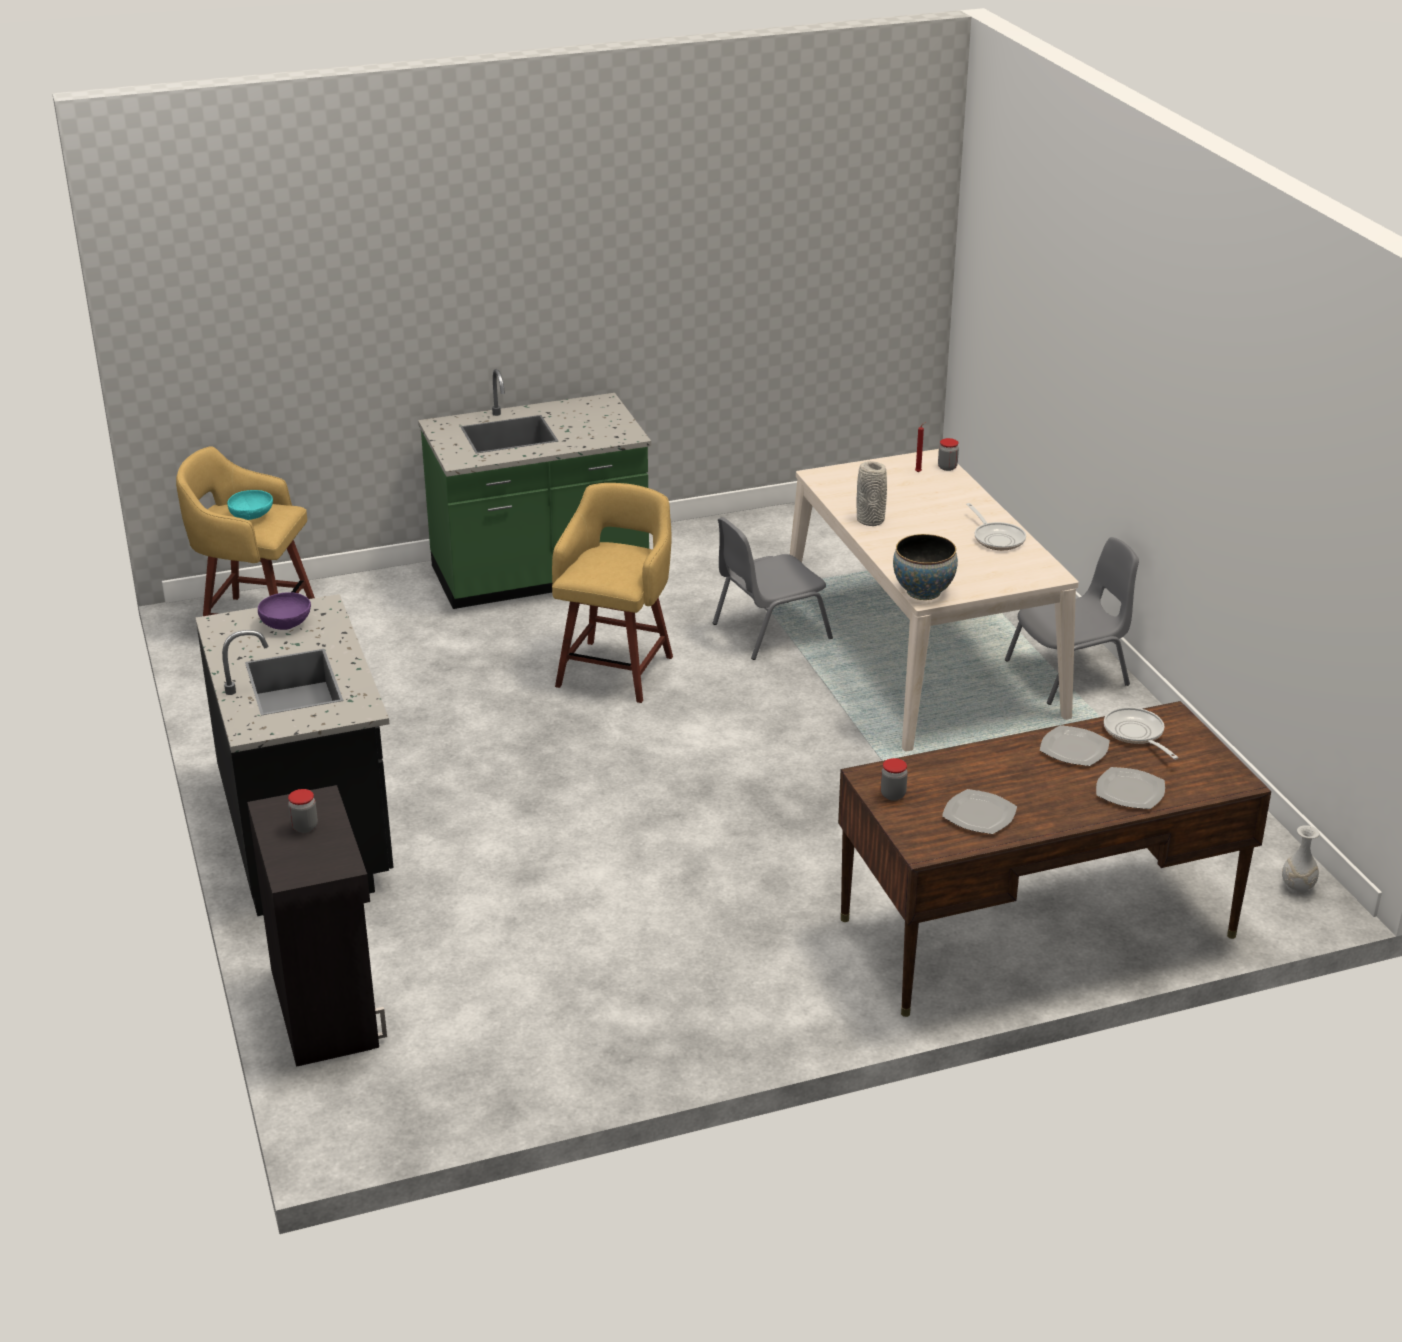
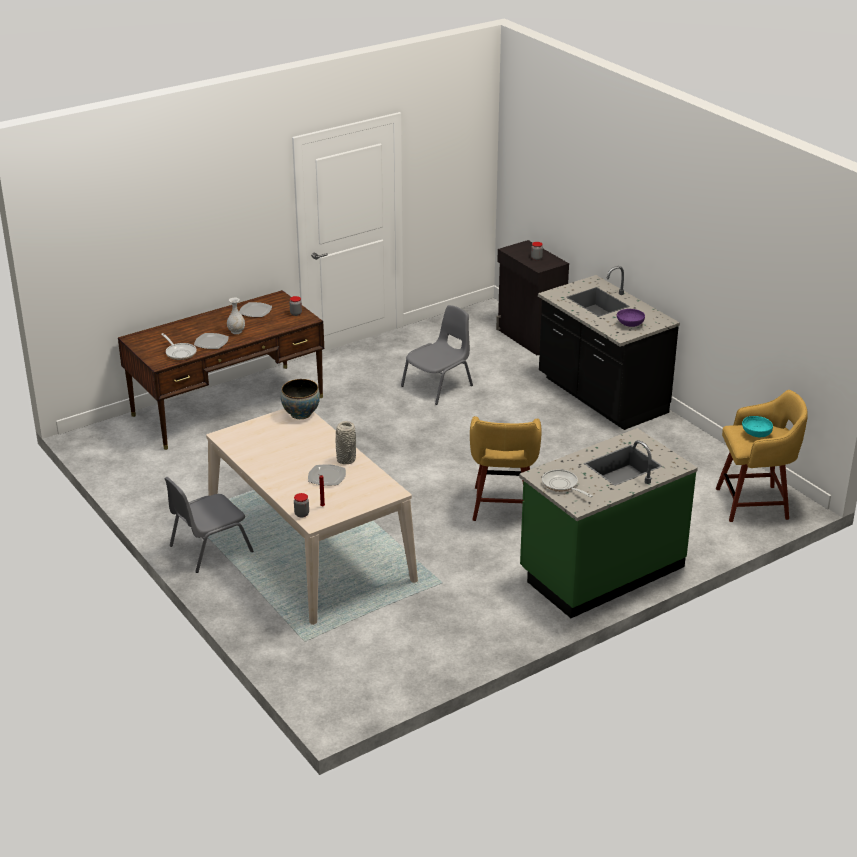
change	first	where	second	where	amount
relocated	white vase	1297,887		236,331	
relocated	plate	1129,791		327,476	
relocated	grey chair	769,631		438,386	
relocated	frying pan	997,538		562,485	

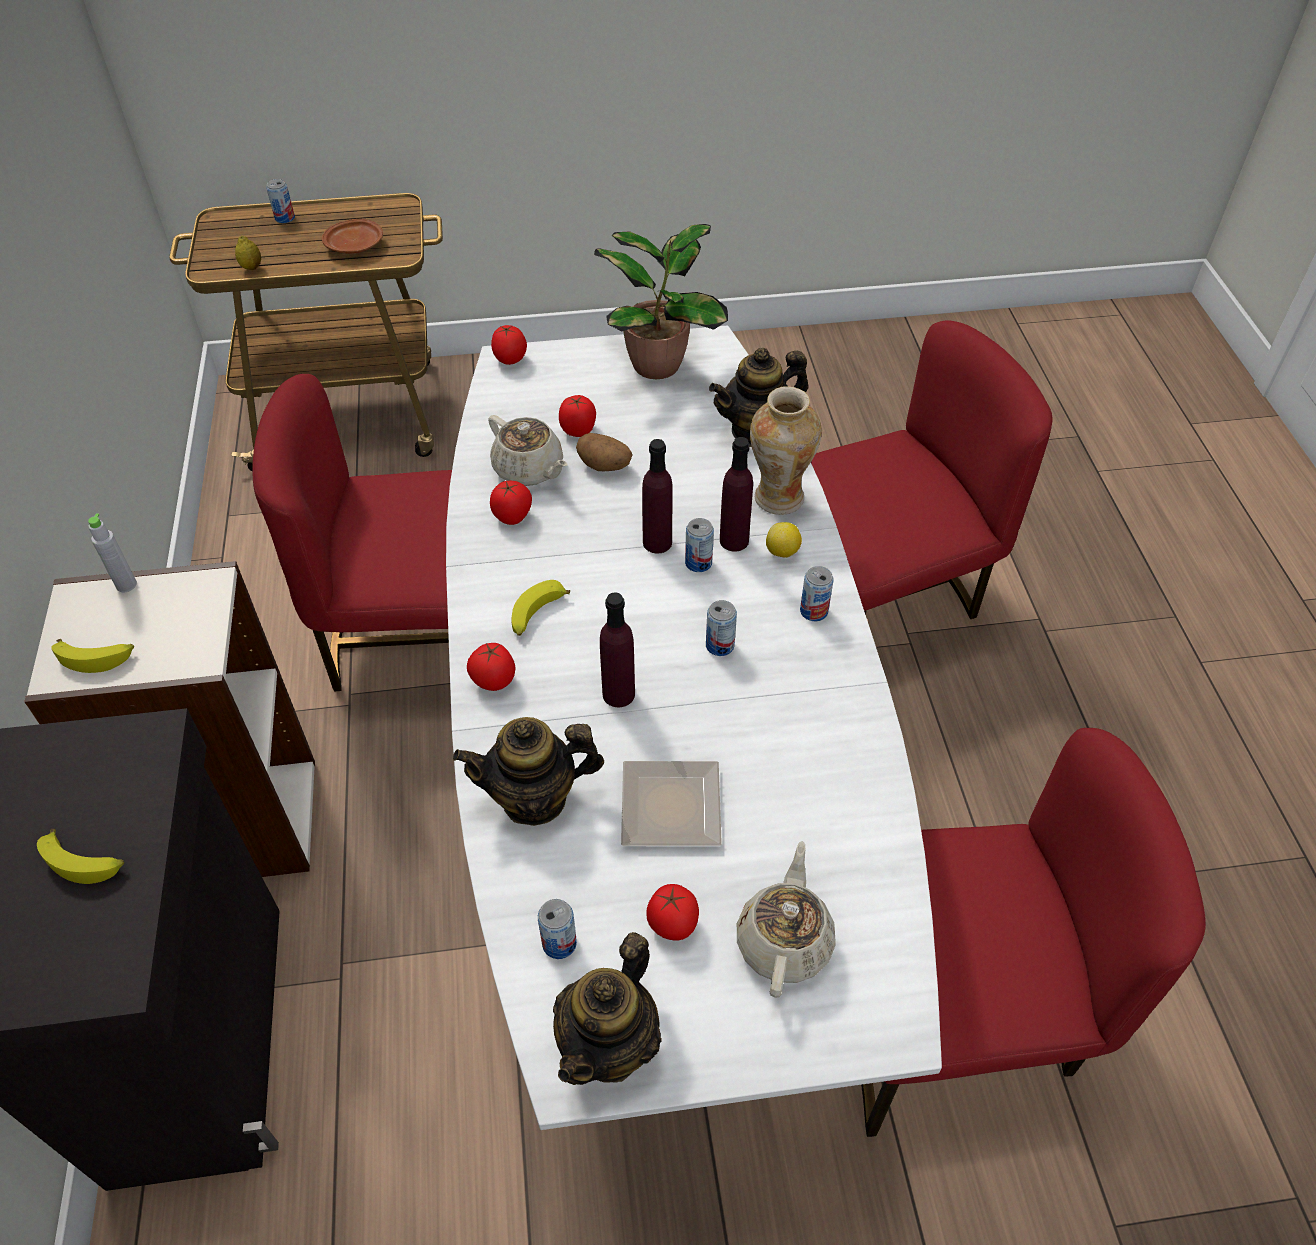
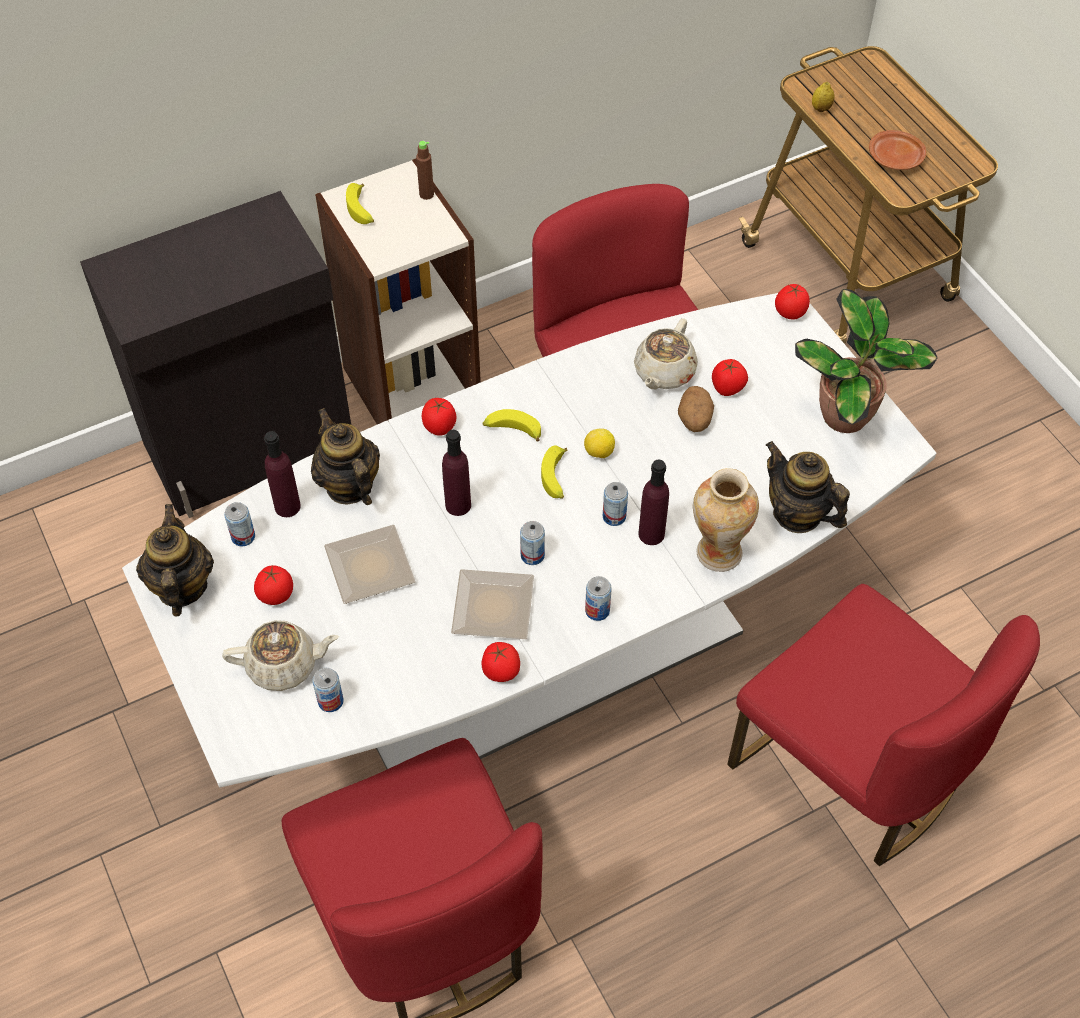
change	first	where	second	where	amount
spun	teapot	610,1044		181,587	75 degrees clockwise
relocated	purple bottle	657,542		287,506	
relocated	can	285,218		330,701	
colour	grey bottle	126,585	brown bottle	426,194	
appeared			plate	496,605	
relocated	tomato	513,517		501,672	
relocated	banana	85,862		556,478	
relocated	lemon	782,552		599,452	

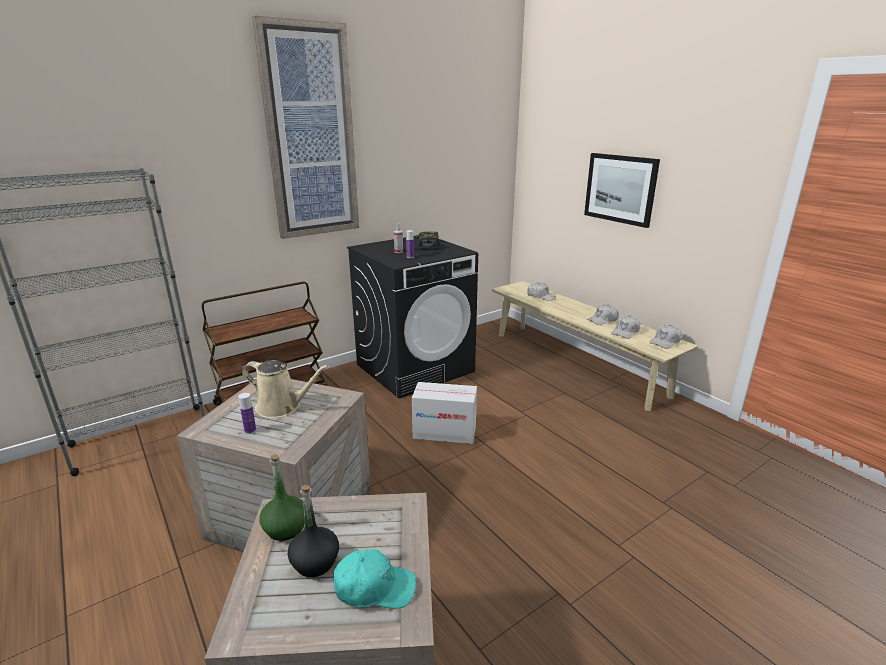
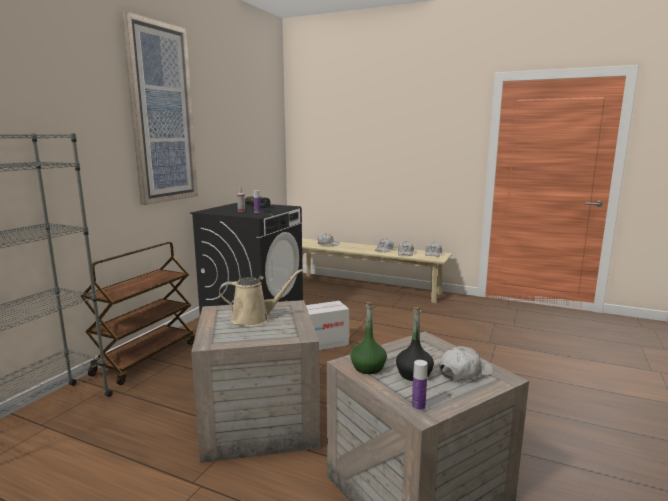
change	first	where	second	where	amount
relocated	bottle	250,430		418,407	
colour	turquoise cap	374,587	white cap	464,372	
missing	picture	620,189			

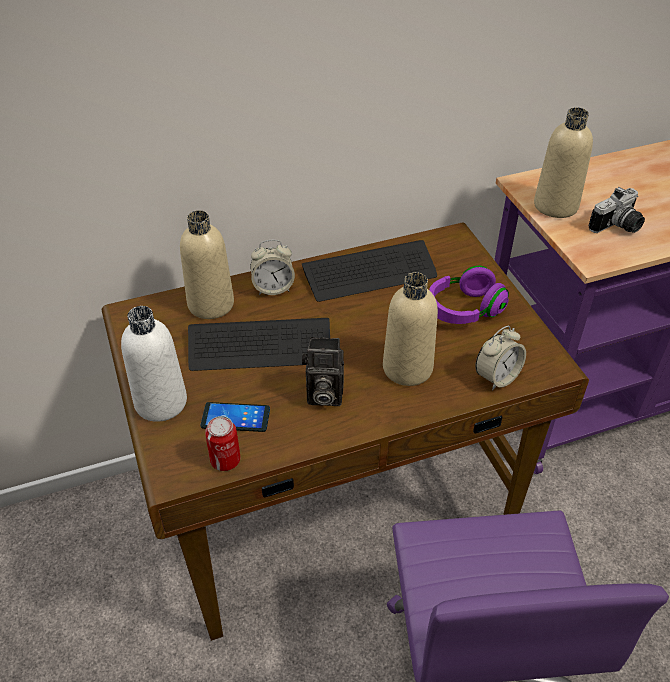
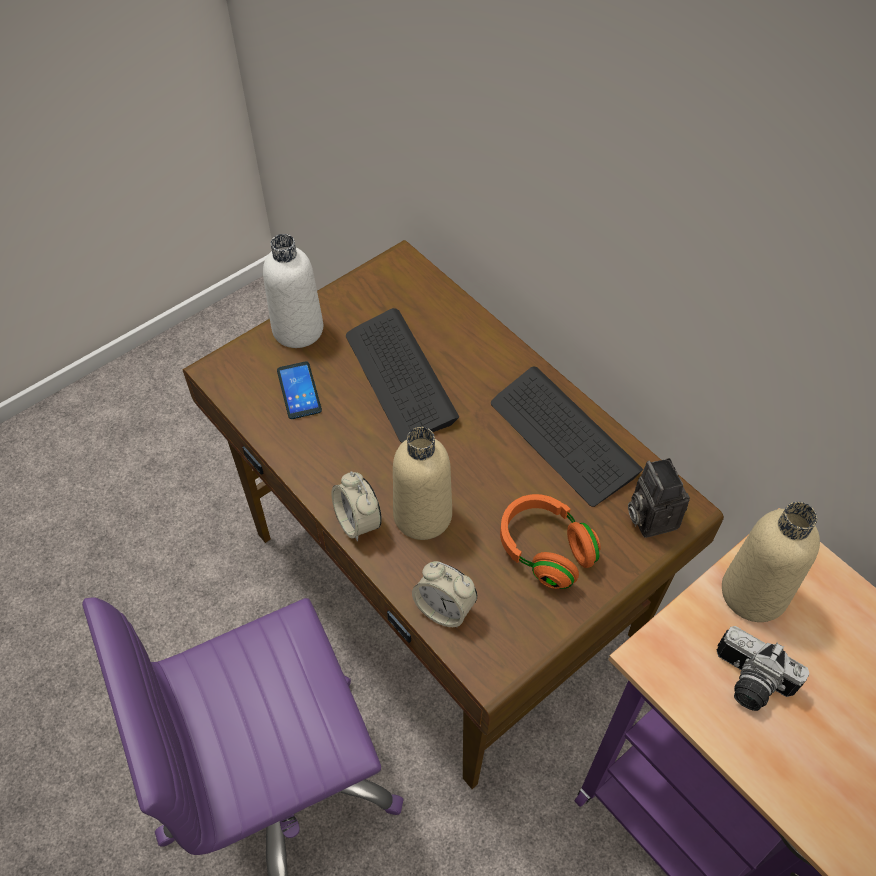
change	first	where	second	where	amount
relocated	alarm clock	273,288		358,522	
colour	purple headphones	464,310	orange headphones	545,549	
relocated	photo camera	322,395		649,516	
missing	beige bottle	211,304			
missing	can	225,460			

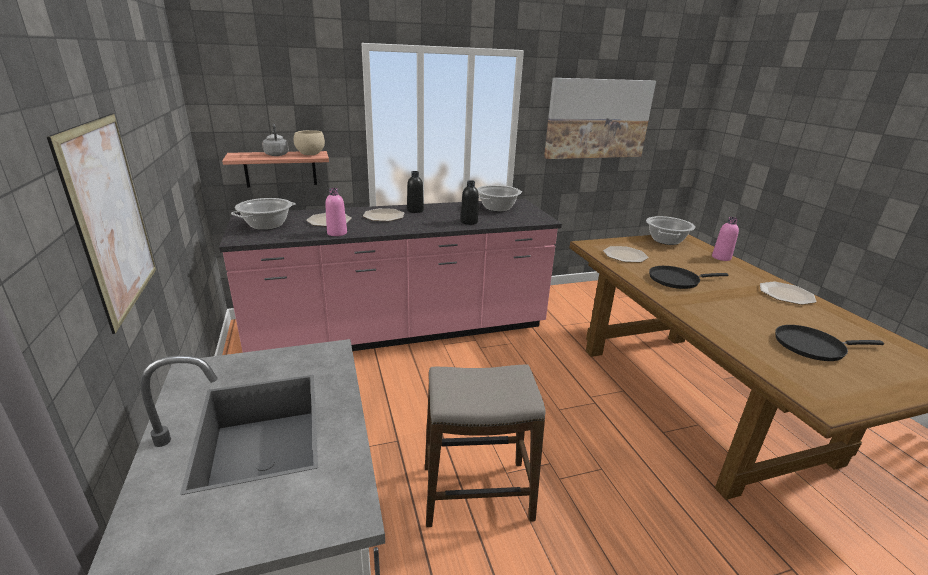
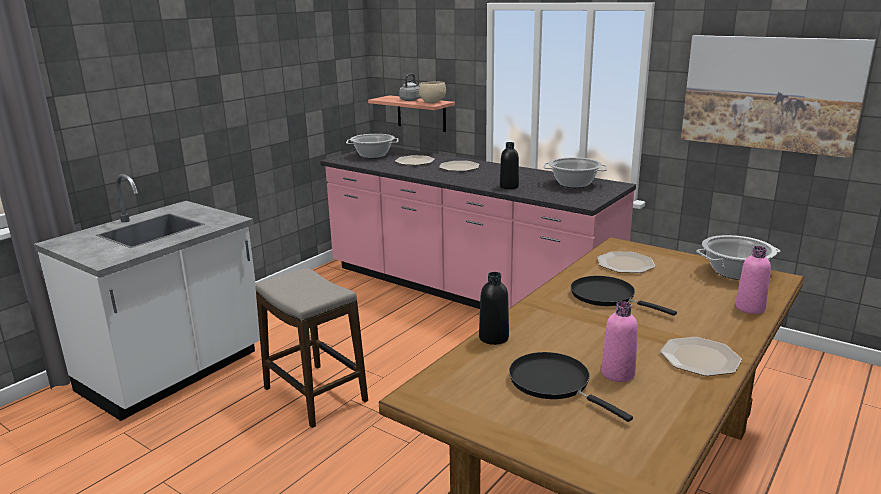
change	first	where	second	where	amount
relocated	black bottle	415,210		493,338	
relocated	pink bottle	337,233		617,373	
missing	picture	111,217			

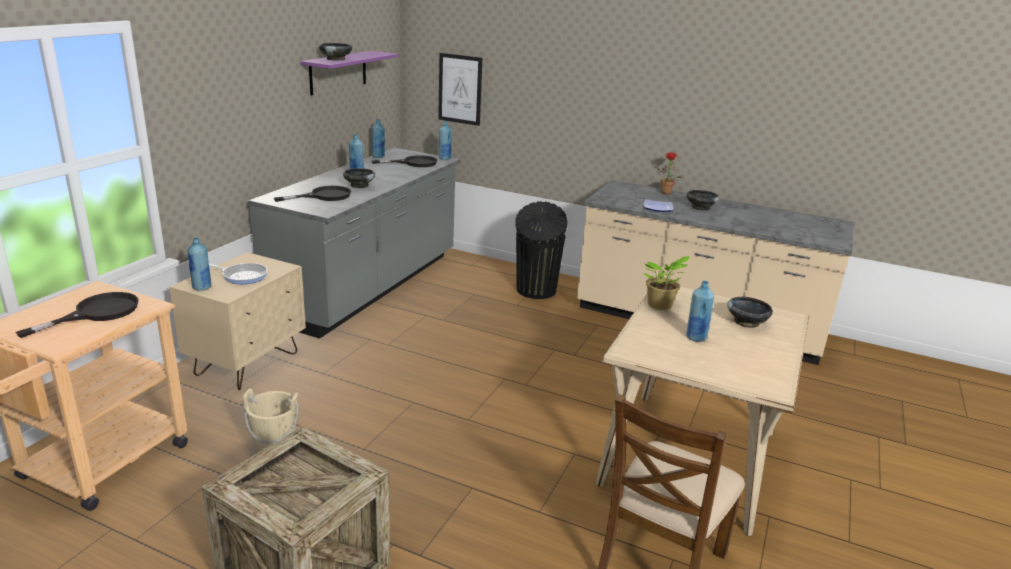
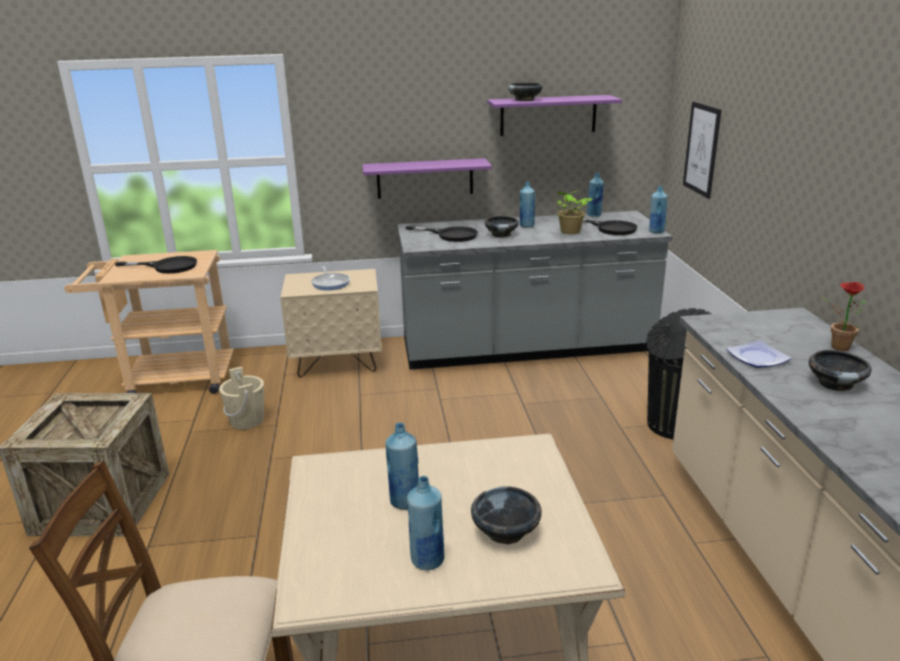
change	first	where	second	where	amount
appeared			purple shelf	425,178	
relocated	blue bottle	202,287		427,560	
relocated	potted plant	660,306		569,232	

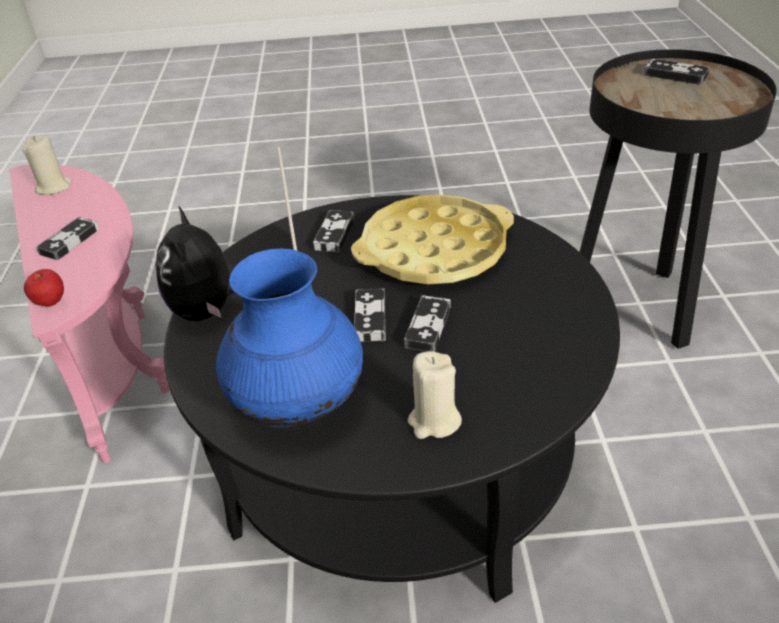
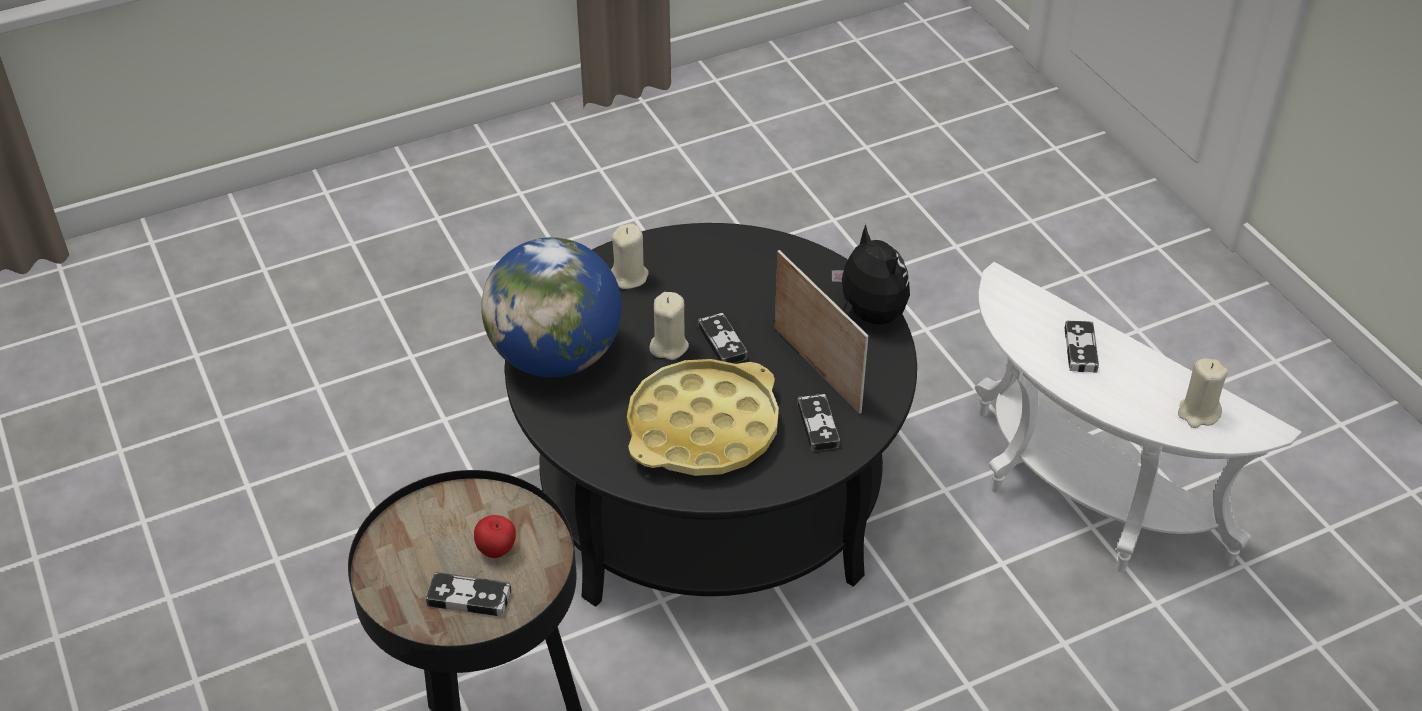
change	first	where	second	where	amount
relocated	apple	51,303		497,551	
appeared			globe	556,357	
exchanged	game controller	428,326	beige candle	669,346	
colour	pink side table	117,363	white side table	1081,504	
missing	blue vase	299,405			

